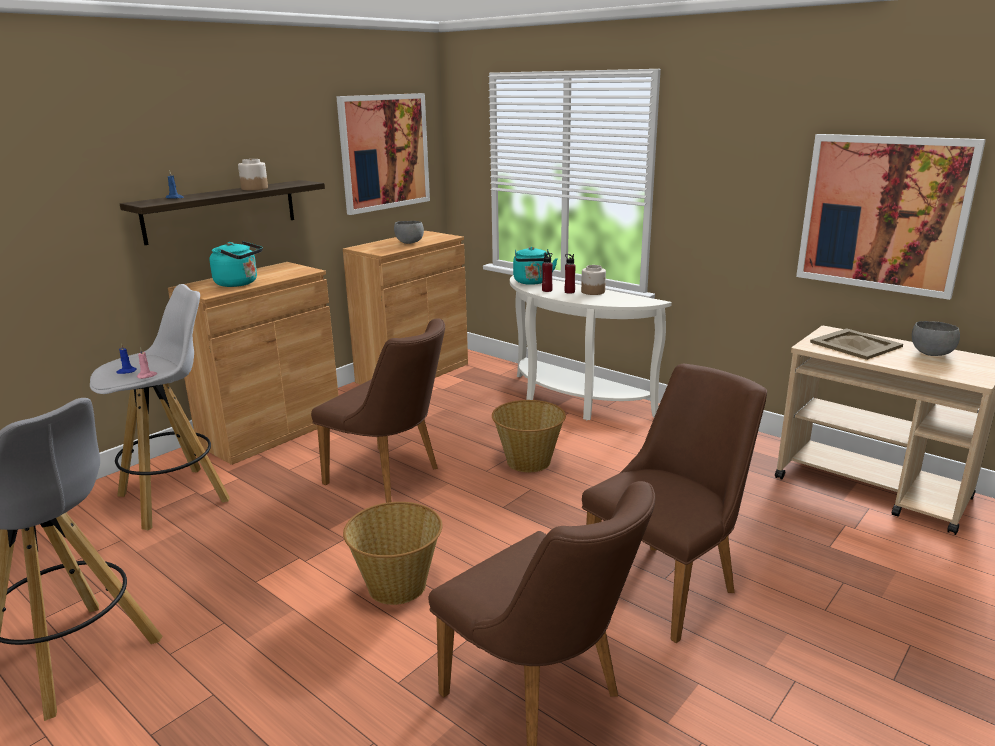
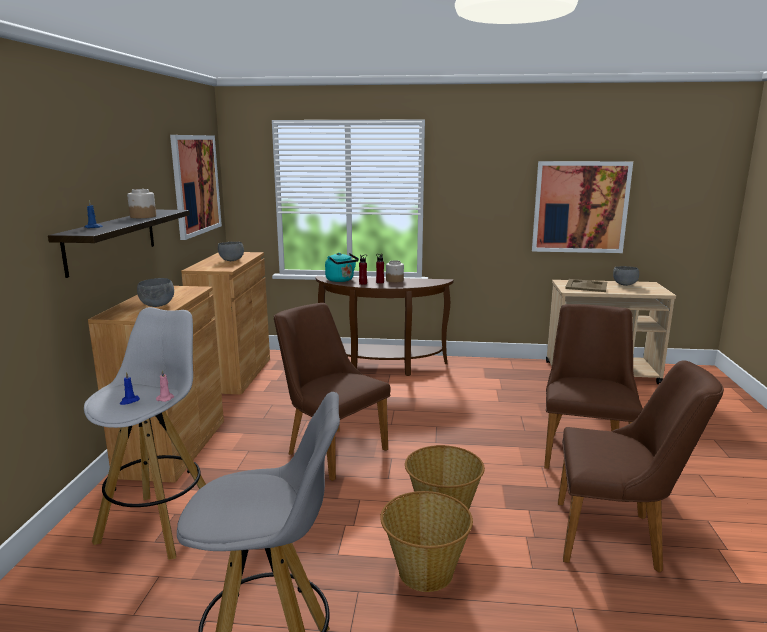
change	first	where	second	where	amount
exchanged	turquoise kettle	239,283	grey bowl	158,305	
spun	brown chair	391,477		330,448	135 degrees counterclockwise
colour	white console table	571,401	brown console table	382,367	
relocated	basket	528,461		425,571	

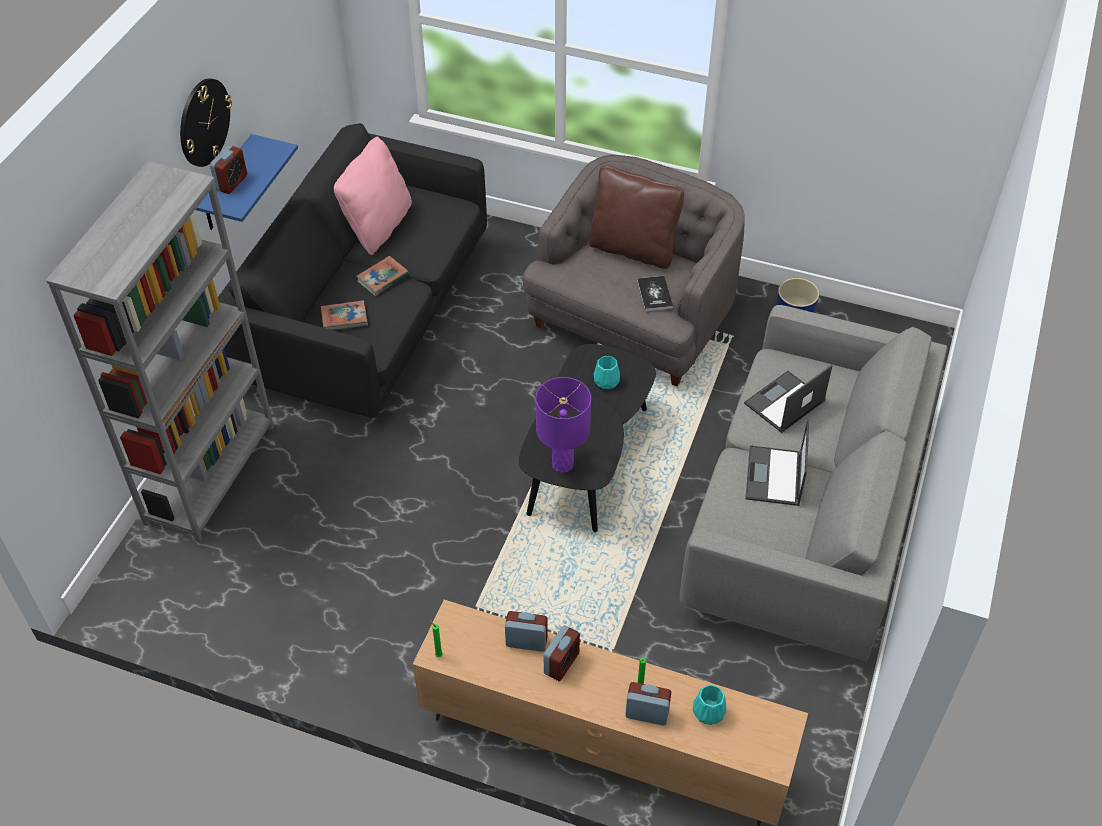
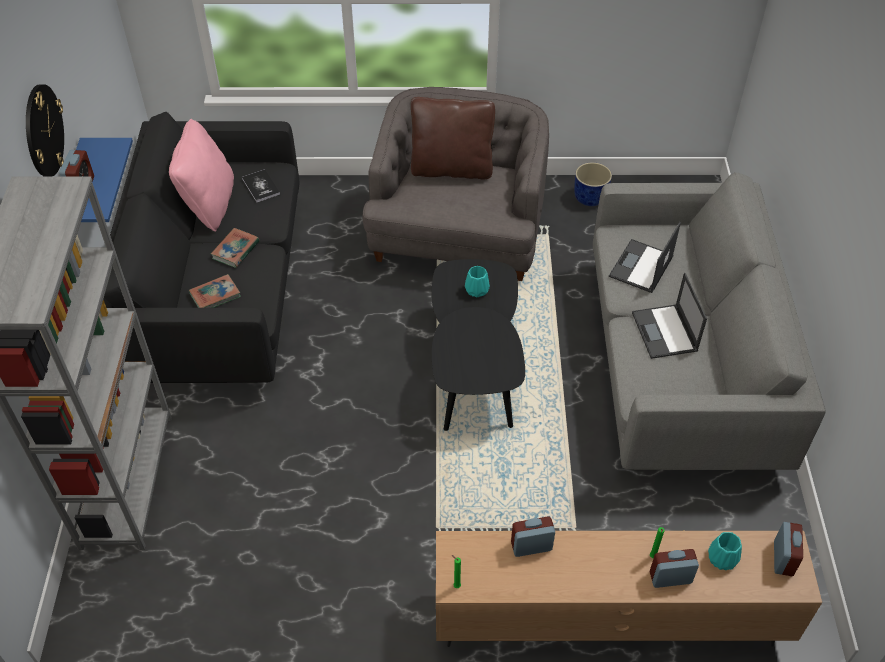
change	first	where	second	where	amount
relocated	book	654,294		261,186	
relocated	alarm clock	561,663		783,558	
missing	purple table lamp	562,464			

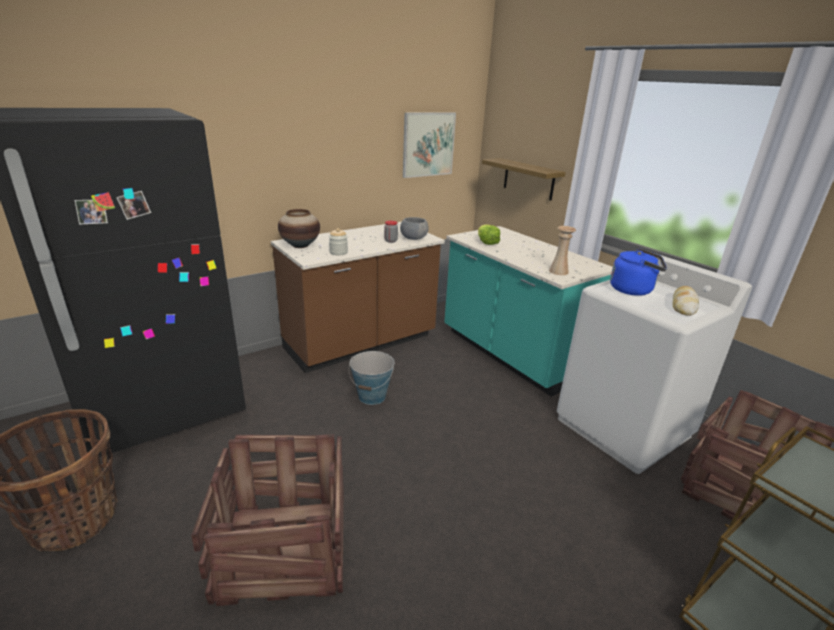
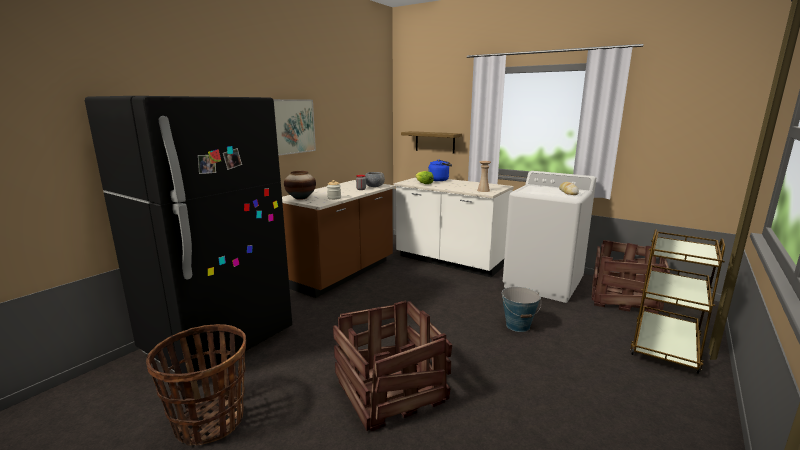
change	first	where	second	where	amount
relocated	picture	428,144		293,126	
colour	turquoise counter	510,355	white counter	449,261	
relocated	blue kettle	633,290		440,180	
relocated	bucket	372,396		518,326	

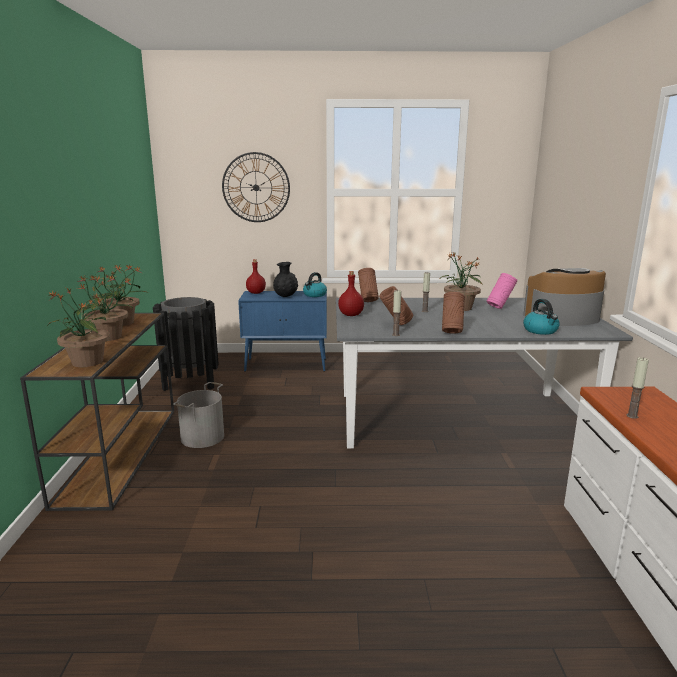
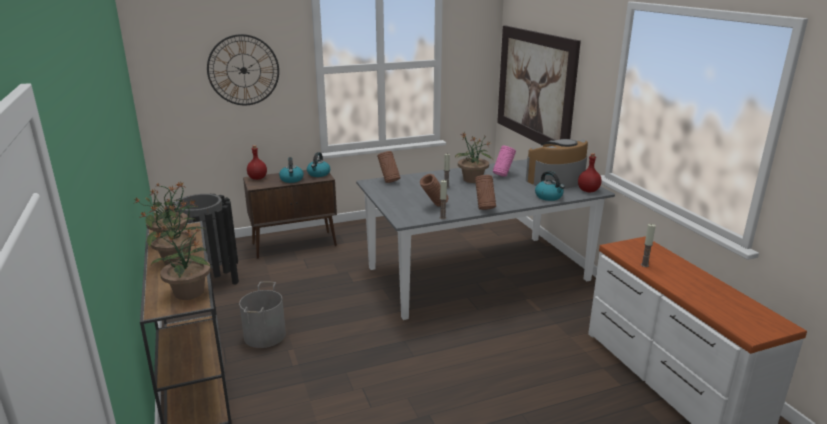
change	first	where	second	where	amount
colour	blue cabinet	287,365	brown cabinet	295,245	
exchanged	black vase	285,296	kettle	292,179	
appeared			picture	535,86	
relocated	red bottle	351,315		588,190	

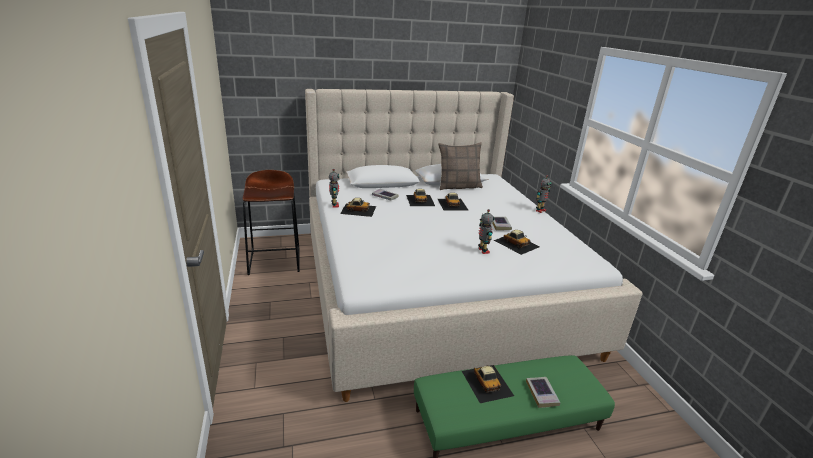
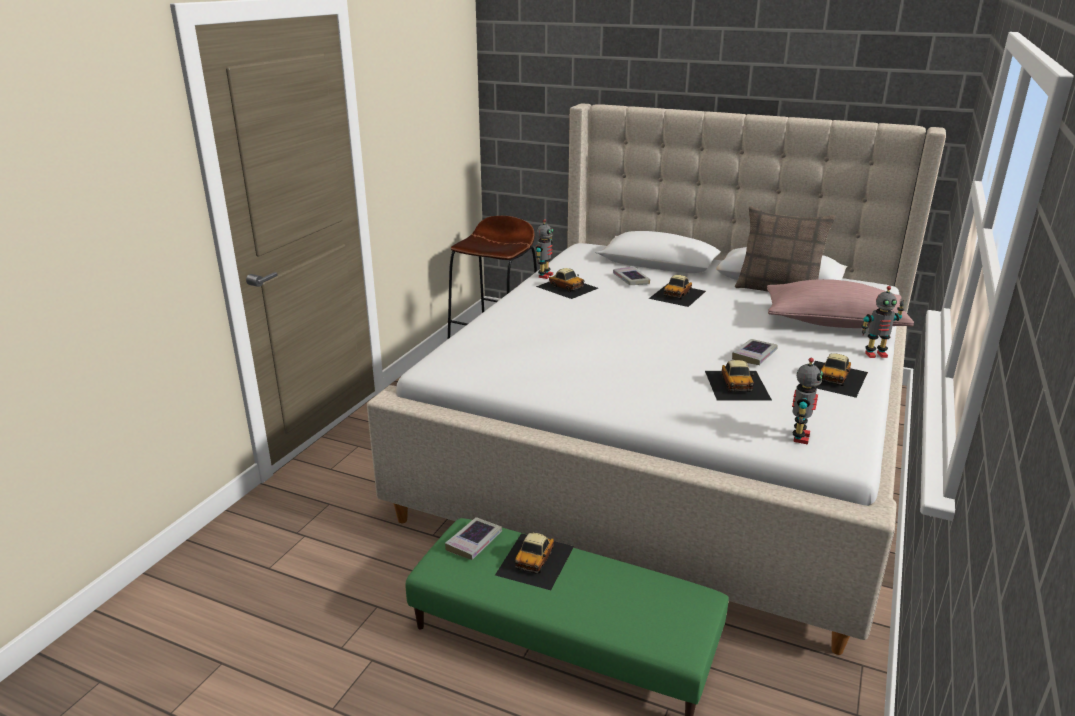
change	first	where	second	where	amount
relocated	book	542,394		474,542	
appeared			pink pillow	832,323	
relocated	toy robot	482,251		799,437	
relocated	toy car	452,204		835,378	

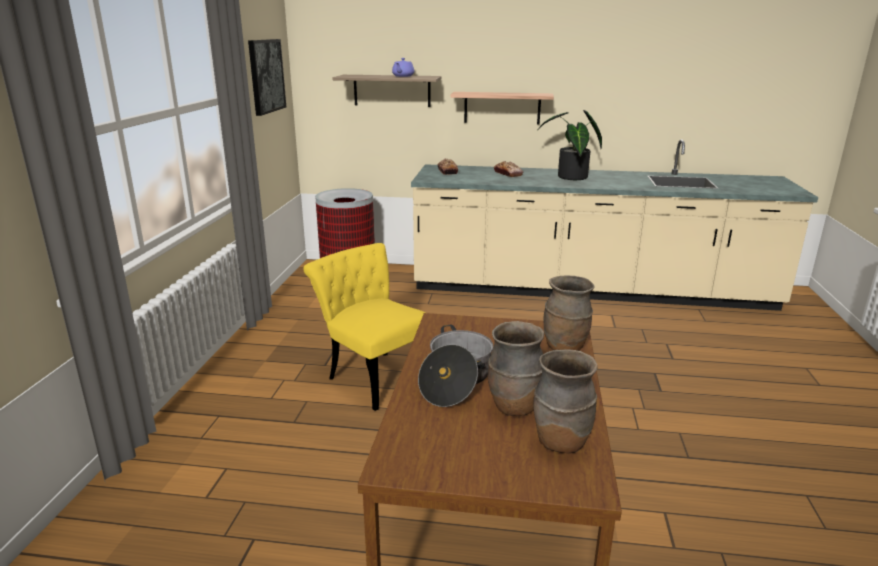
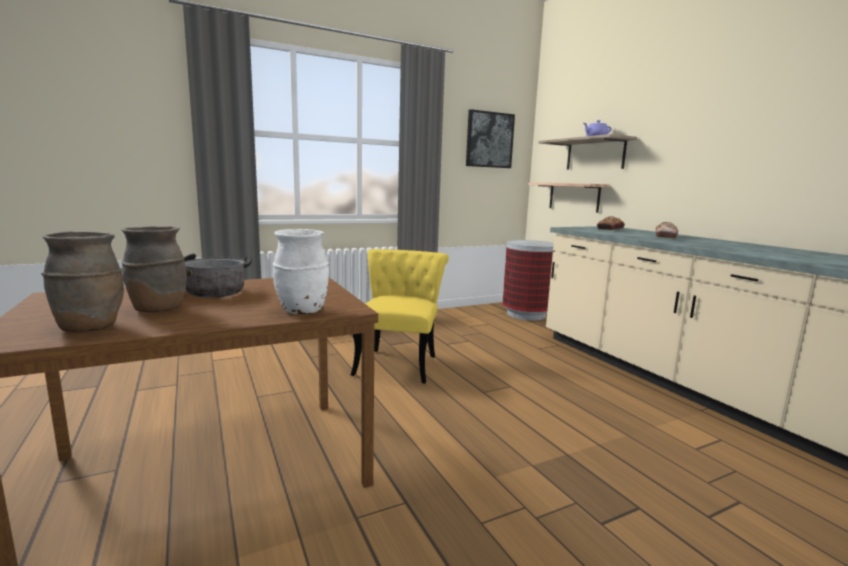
change	first	where	second	where	amount
colour	brown vase	565,347	white vase	302,311	
relocated	shelf	502,108		574,197	
missing	potted plant	570,178			

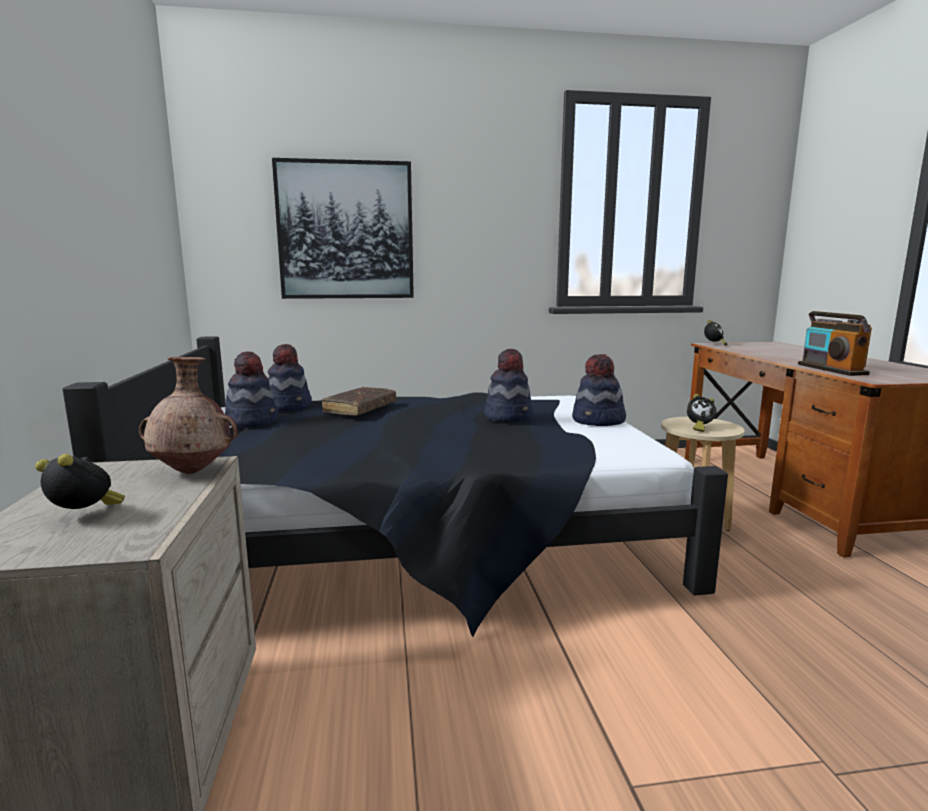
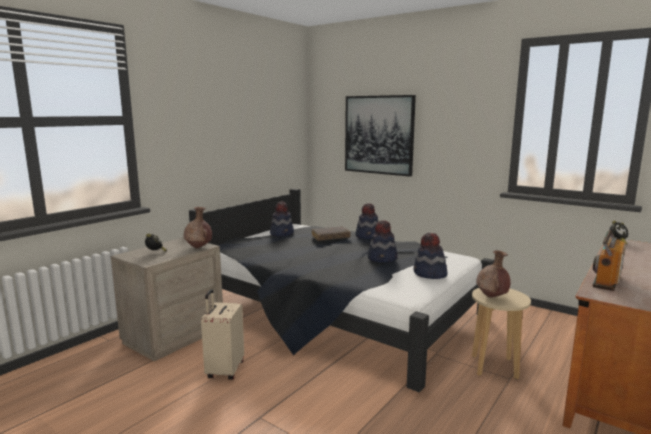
change	first	where	second	where	amount
appeared			beige suitcase	224,370	
relocated	hat	289,407		368,236	
exchanged	alarm clock	698,428	brown vase	492,297	

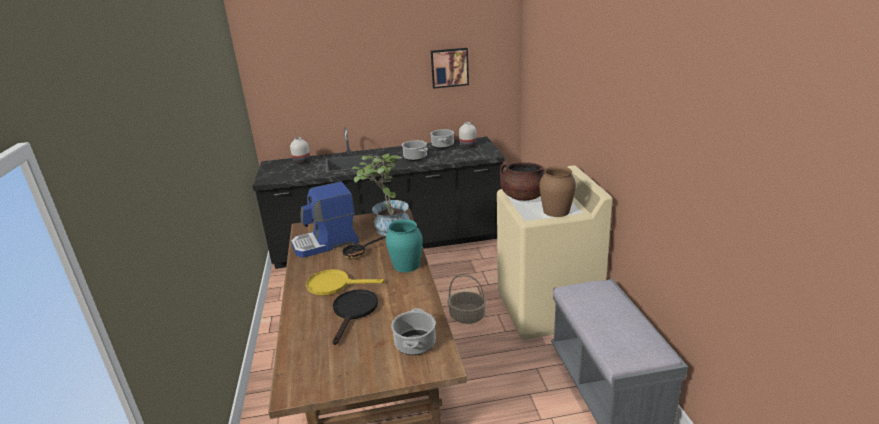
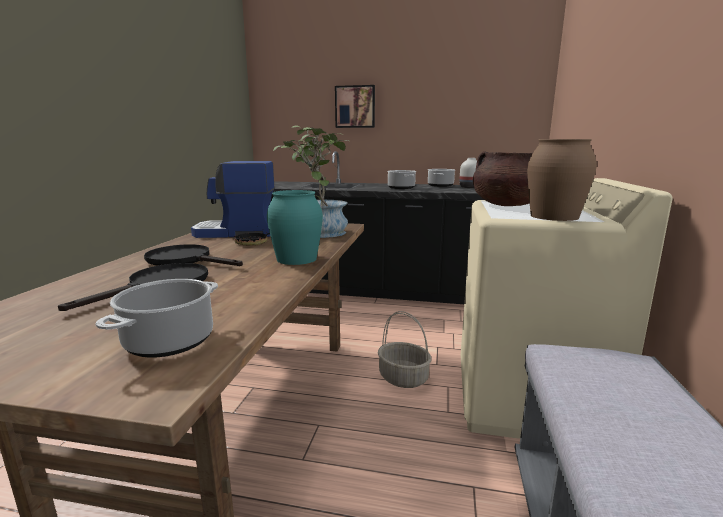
change	first	where	second	where	amount
colour	yellow frying pan	335,285	black frying pan	186,260	
relocated	picture	449,67		355,107	
missing	white vase	302,161			

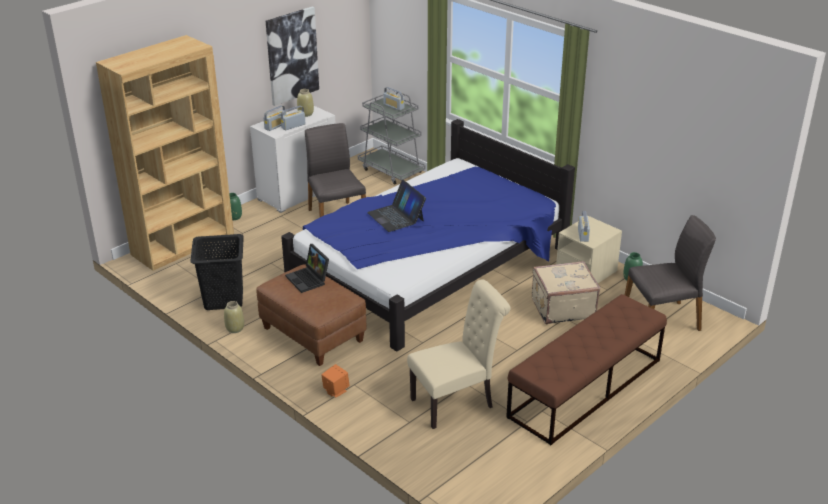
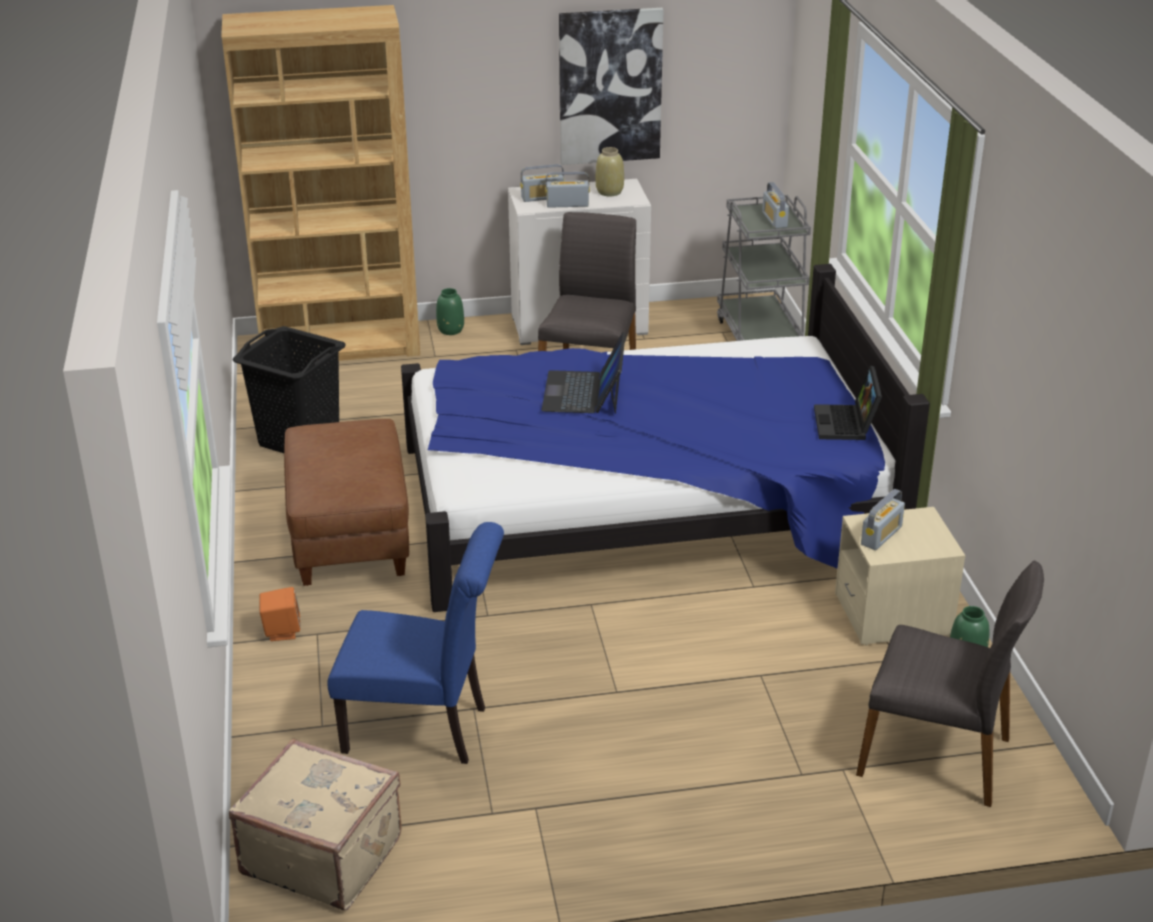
change	first	where	second	where	amount
relocated	beige suitcase	562,308		323,854	
colour	beige chair	457,402	blue chair	424,729	
relocated	laptop	309,279		847,424	
missing	beige vase	234,328			
missing	brown bench	585,388			

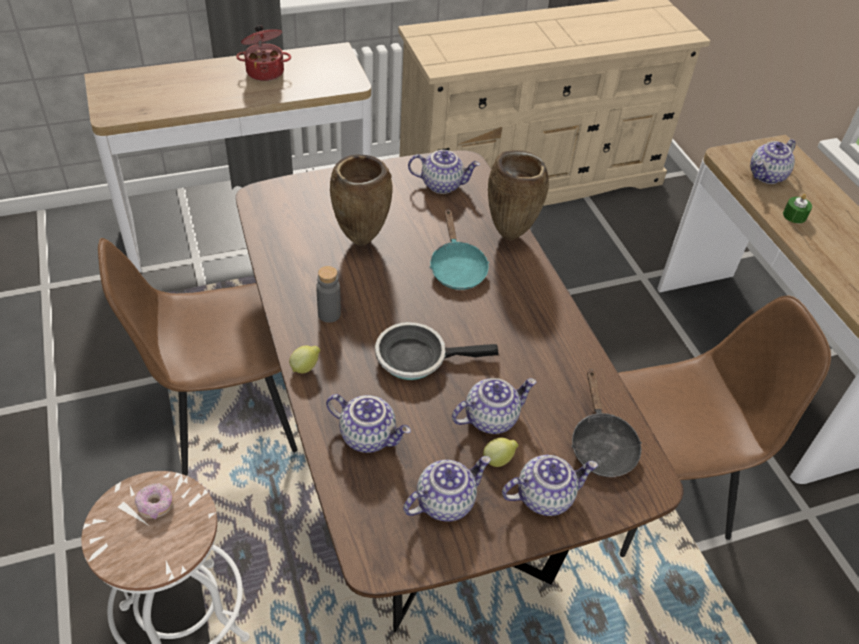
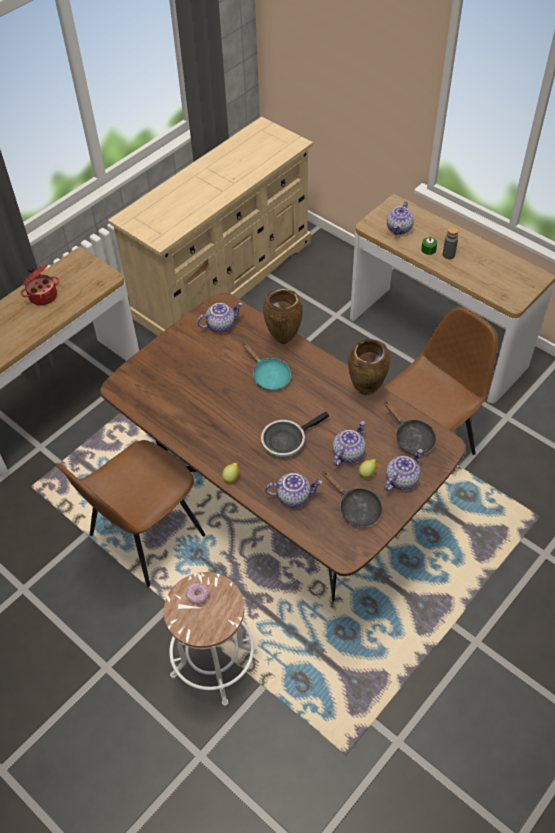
change	first	where	second	where	amount
exchanged	teapot	445,501	black frying pan	356,508	
relocated	brown vase	360,242		366,392	
relocated	grey bottle	329,314		448,255	

